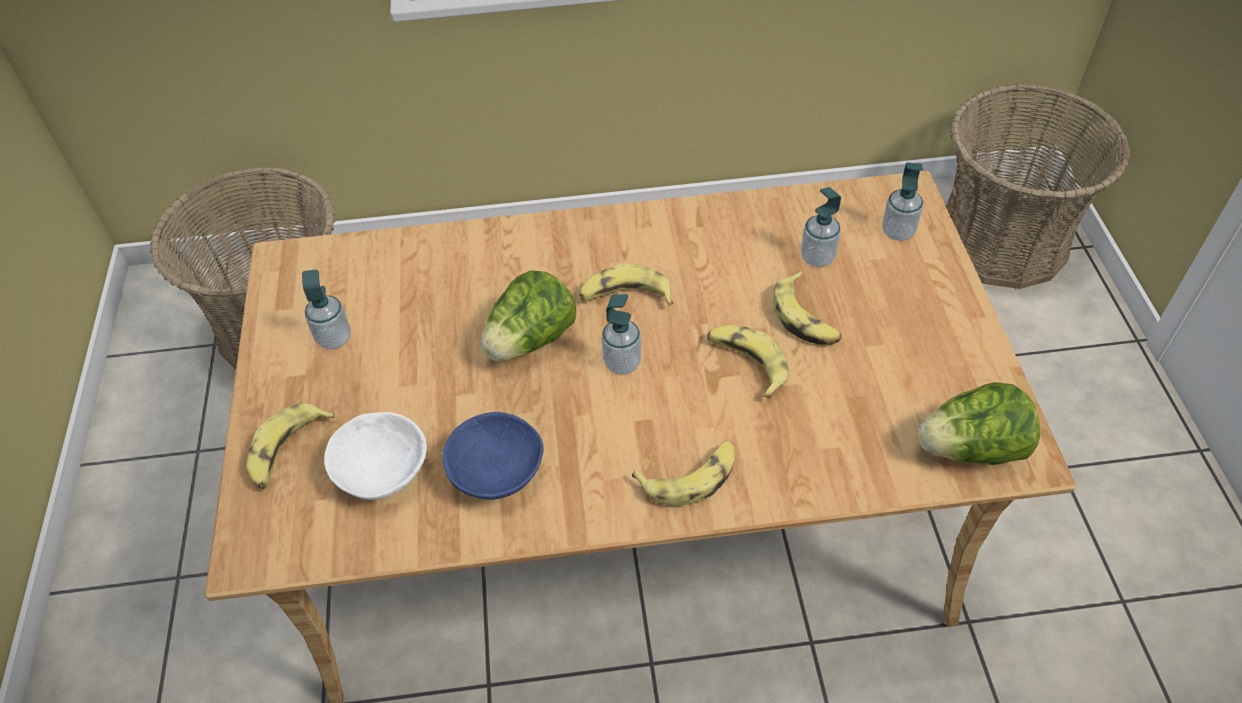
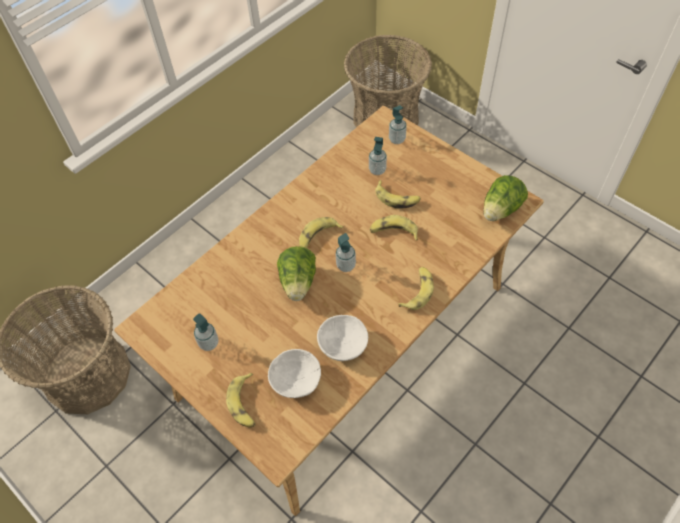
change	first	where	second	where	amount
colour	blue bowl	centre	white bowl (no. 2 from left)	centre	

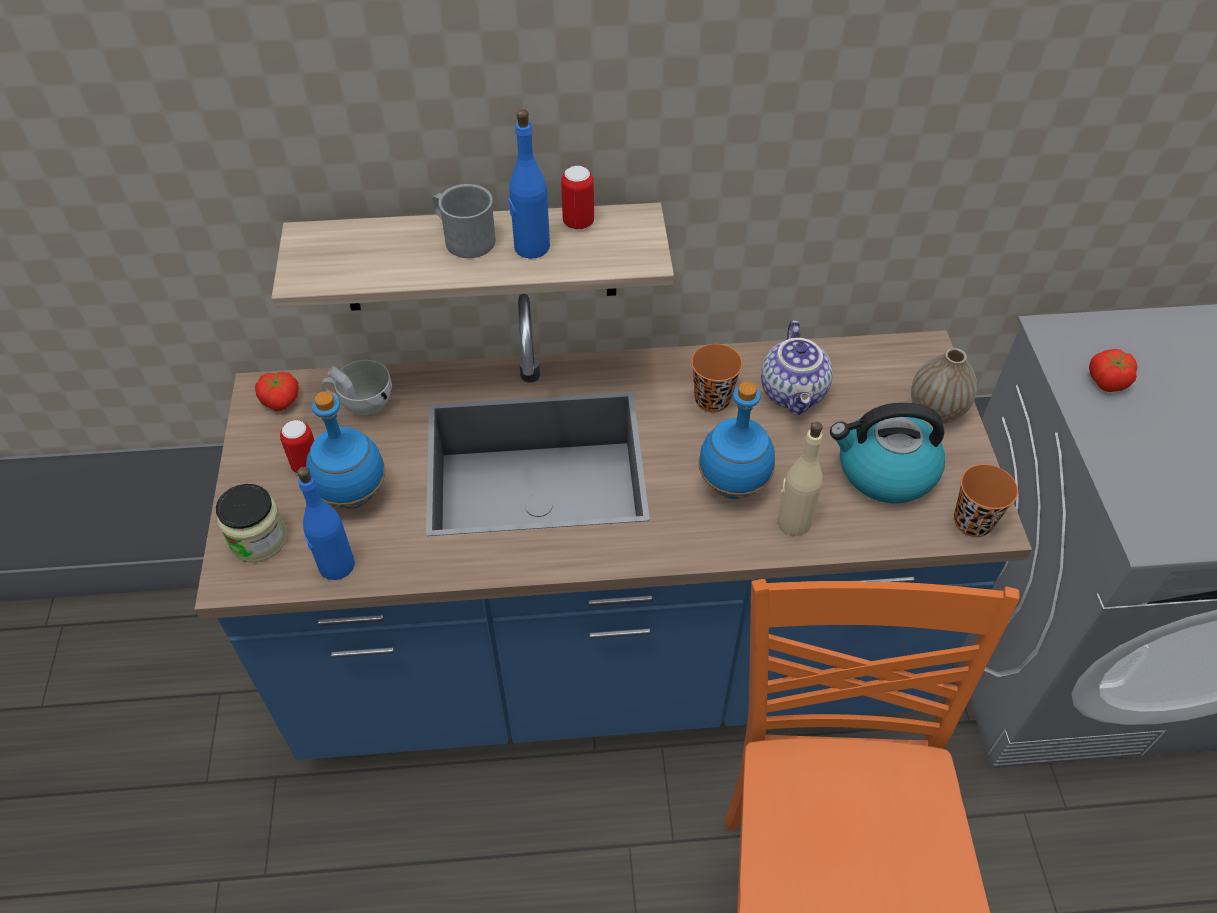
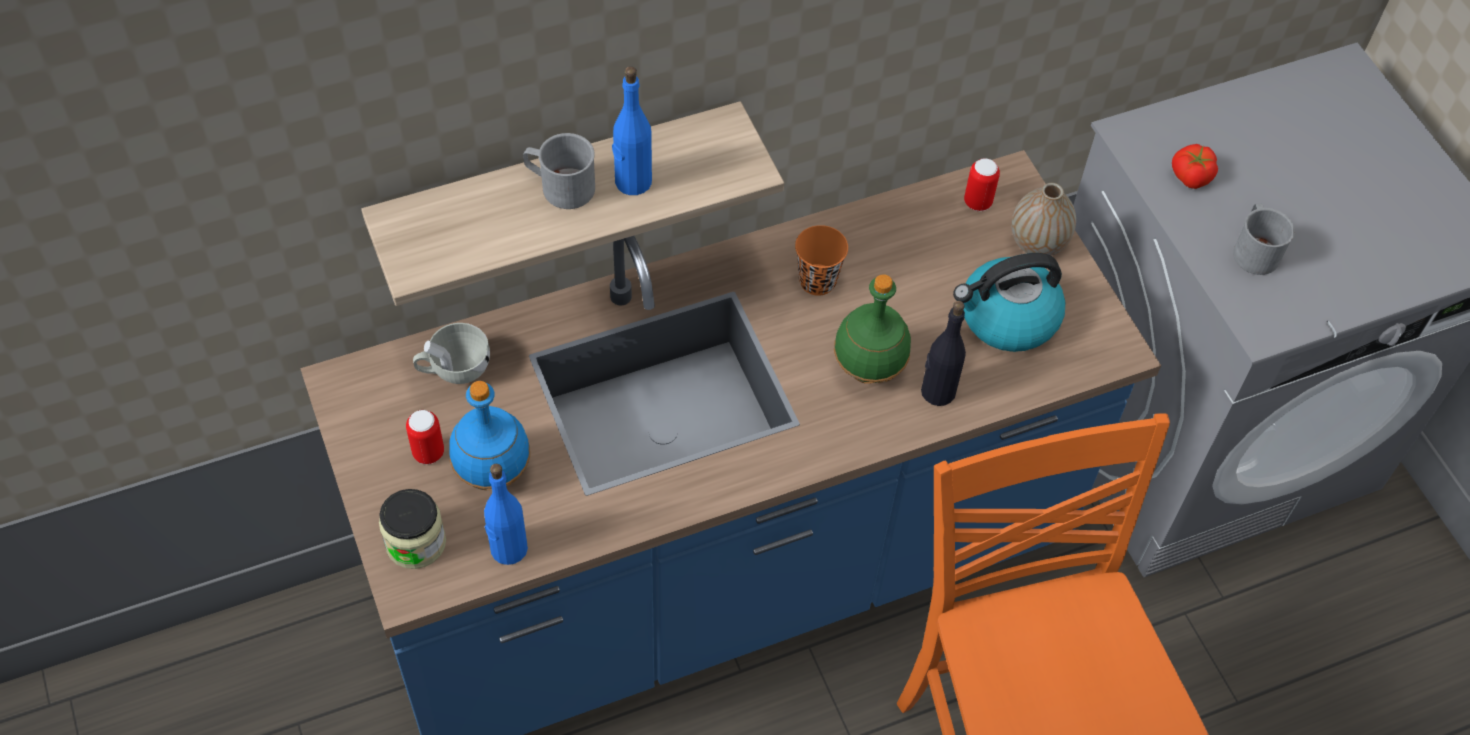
change	first	where	second	where	amount
colour	blue bottle (no. 4 from left)	centre	green-coloured bottle	centre	
colour	sand-coloured bottle	centre	blackish bottle	centre	
relocated	metal can (no. 2 from left)	top centre		top right	
appeared			gray mug (no. 2 from left)	top right	
missing	tomato (no. 1 from left)	middle left			
missing	pot for tea	centre			
missing	orangey cup (no. 2 from left)	middle right			

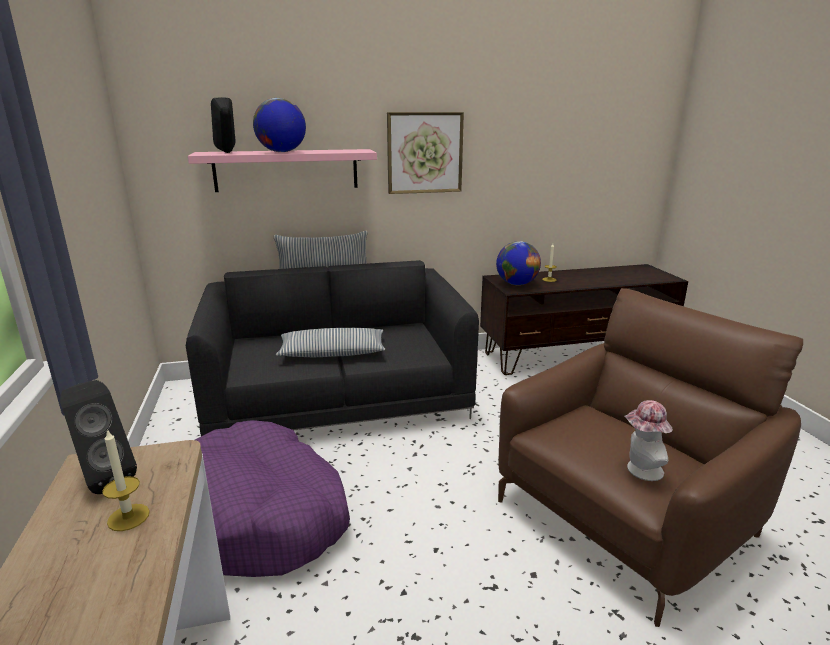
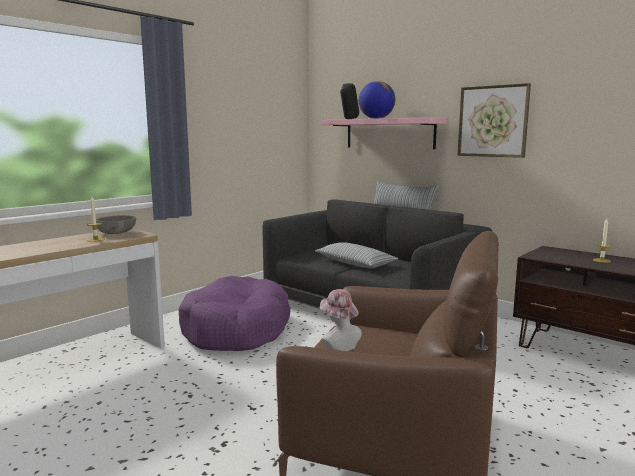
change	first	where	second	where	amount
exchanged	blackish speaker (no. 1 from left)	bottom left	gray bowl	middle left	
missing	globe (no. 2 from left)	centre			

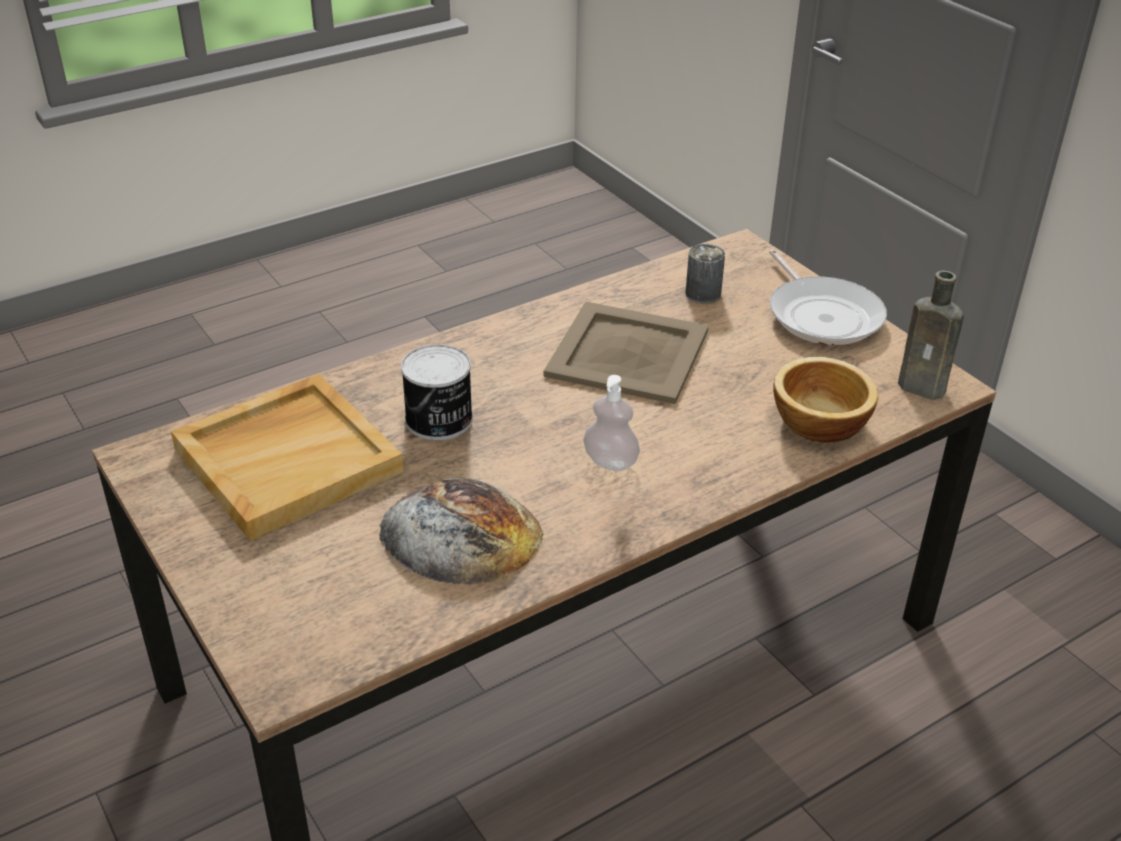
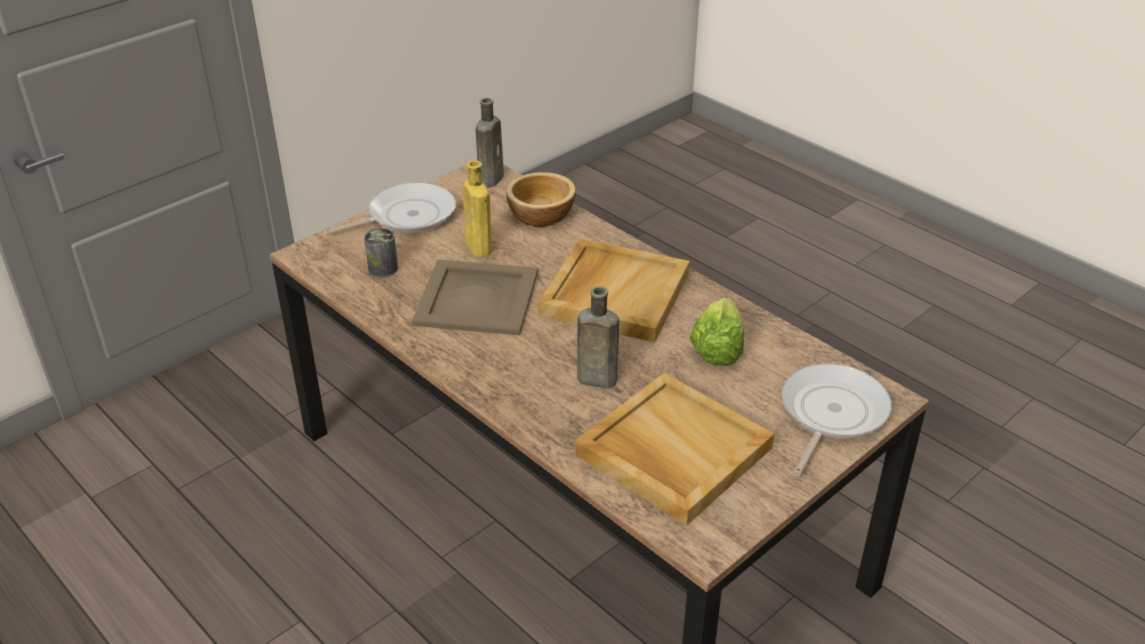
change	first	where	second	where	amount
appeared			yellow bottle	top centre	
exchanged	liquid soap bottle	centre	sand-coloured tray (no. 2 from left)	centre	
exchanged	metal can (no. 1 from left)	centre	brown-coloured bottle (no. 2 from left)	centre	
exchanged	baked bread	centre	lettuce	centre	
appeared			pan (no. 2 from left)	middle right	

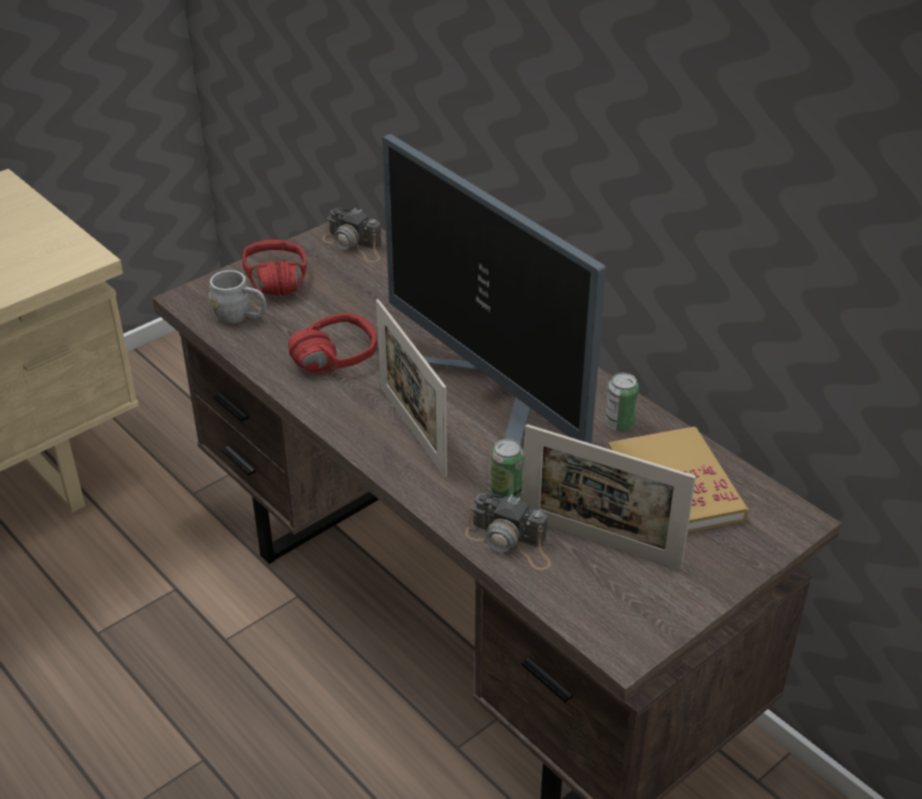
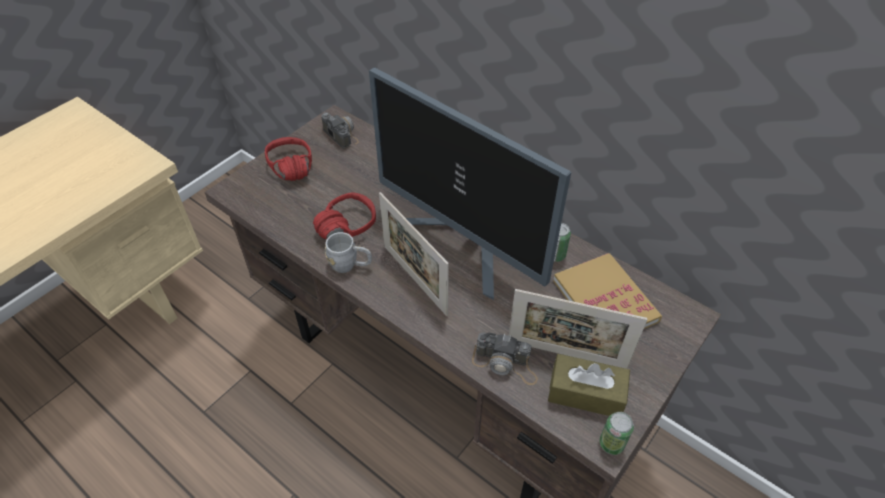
change	first	where	second	where	amount
spun	still camera (no. 1 from left)	top centre		top centre	150 degrees counterclockwise
relocated	gray mug	middle left		centre	
appeared			brown-coloured tissue box	bottom centre	
relocated	metal can (no. 1 from left in the first image)	centre	metal can (no. 2 from left)	bottom right	

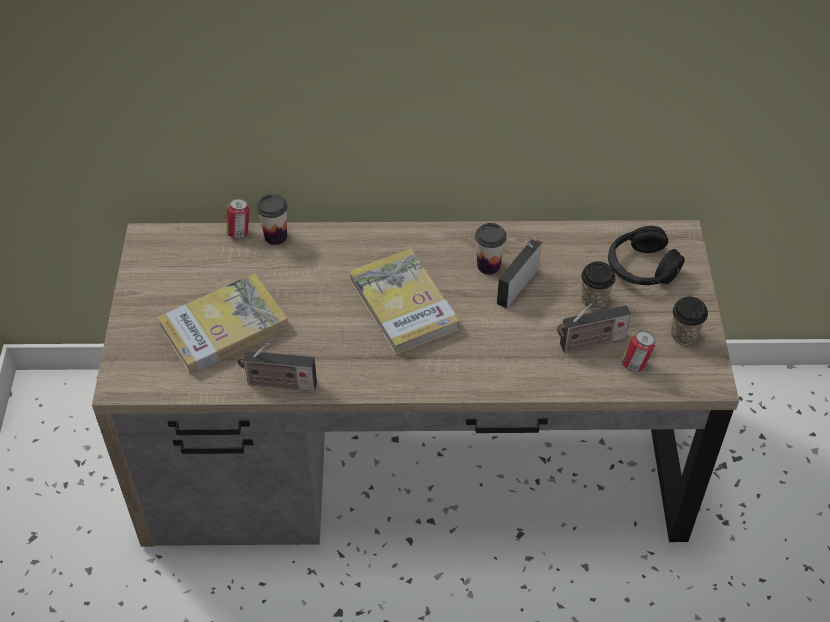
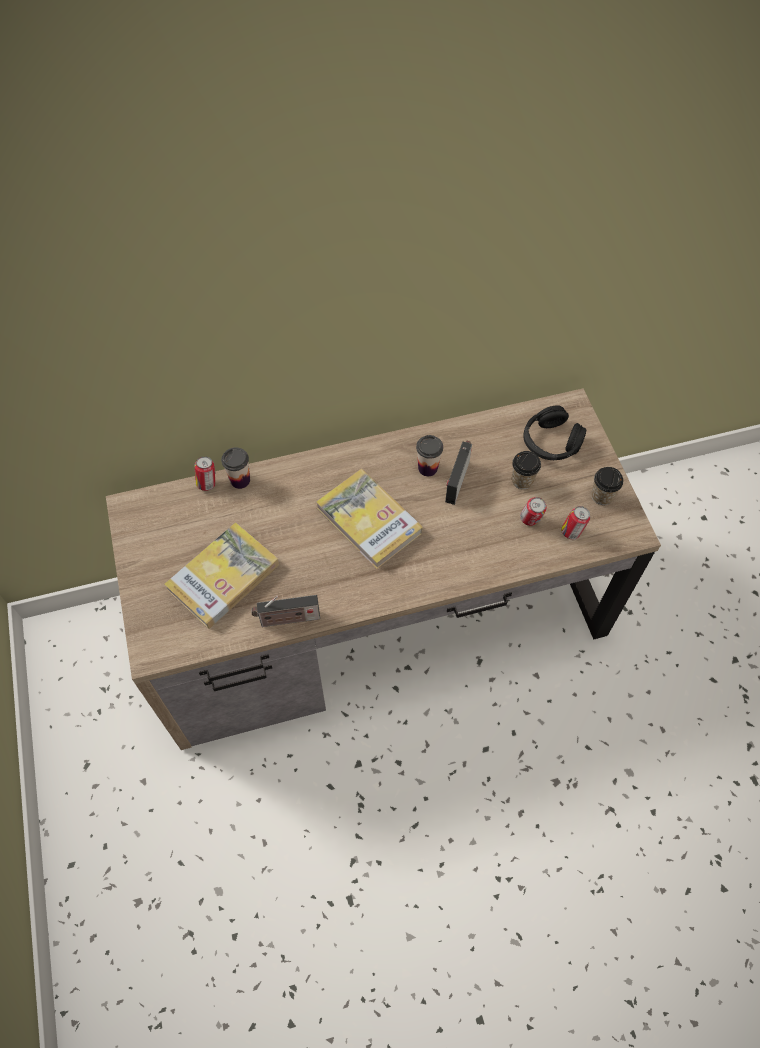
change	first	where	second	where	amount
exchanged	radio receiver (no. 3 from left)	middle right	metal can (no. 2 from left)	middle right	

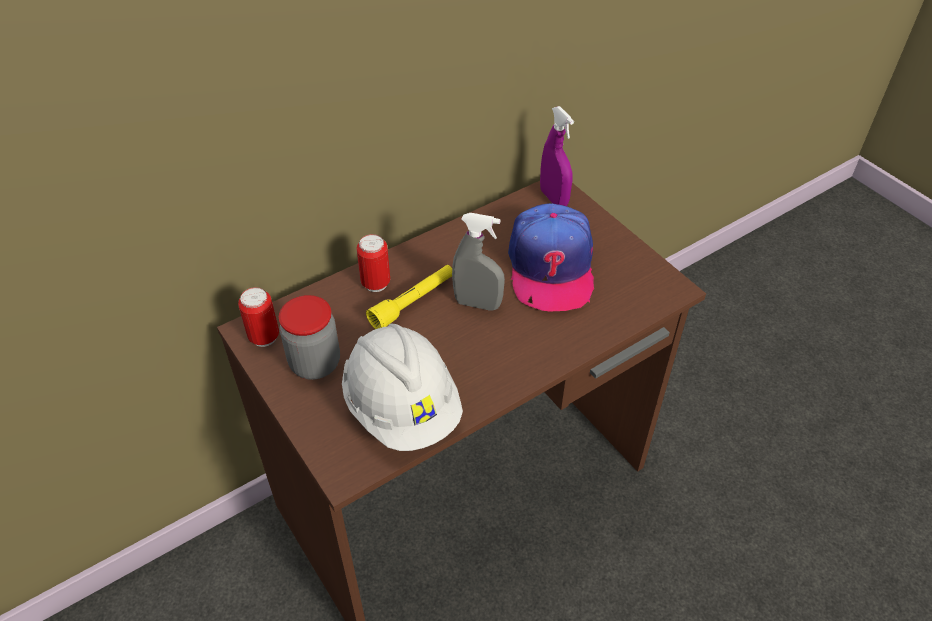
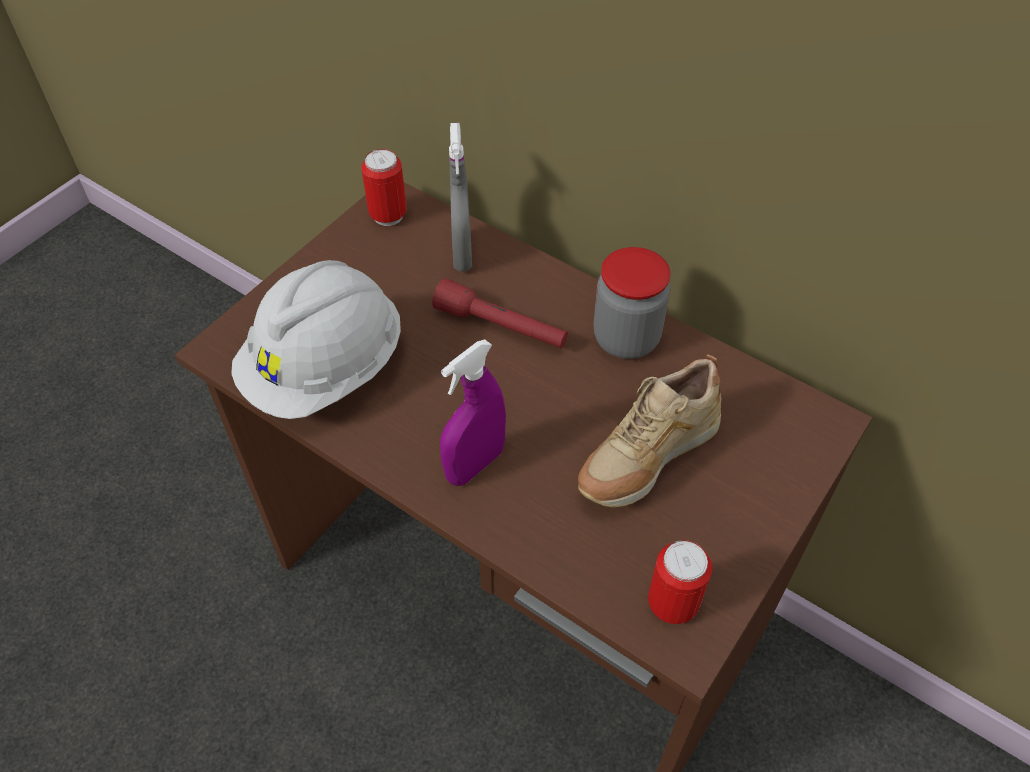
change	first	where	second	where	amount
colour	yellow hand torch	centre	red-coloured hand torch	centre	
relocated	purple-coloured spray bottle	top centre		centre	
relocated	gray spray bottle	centre		top centre	
exchanged	baseball cap	centre	sand-coloured low shoe	centre	
relocated	jar	middle left		centre	
relocated	metal can (no. 2 from left)	centre		bottom centre	

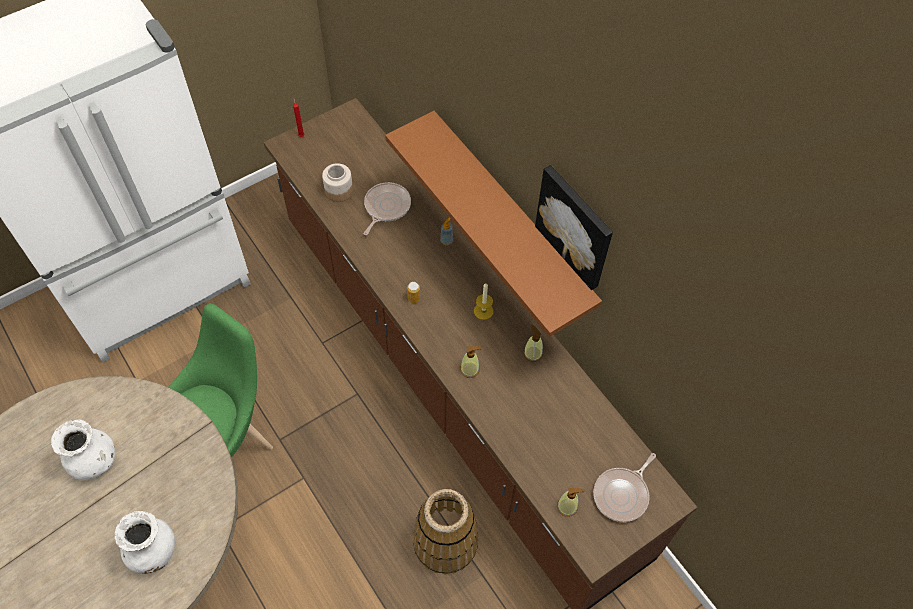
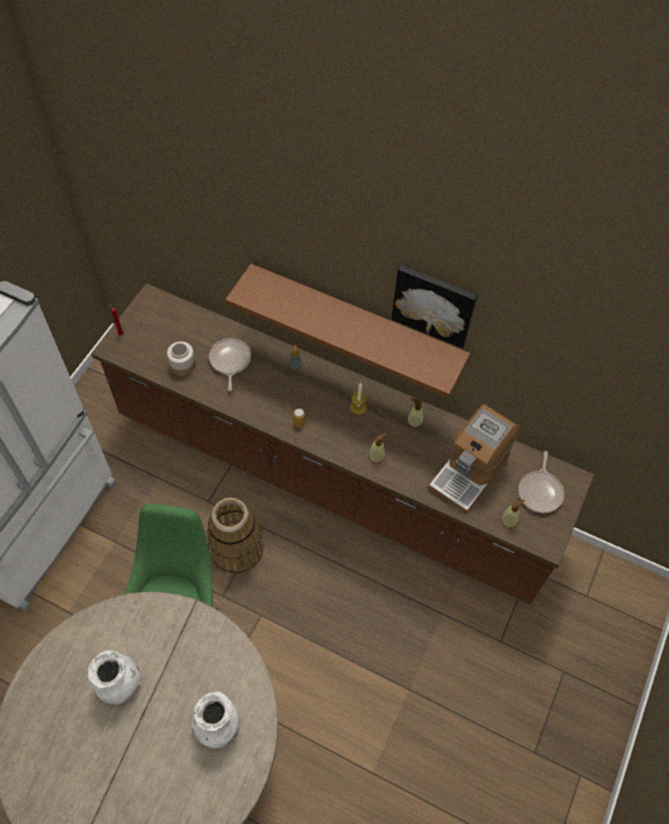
change	first	where	second	where	amount
relocated	household basket	bottom centre		centre	
appeared			coffee brewer	middle right	

